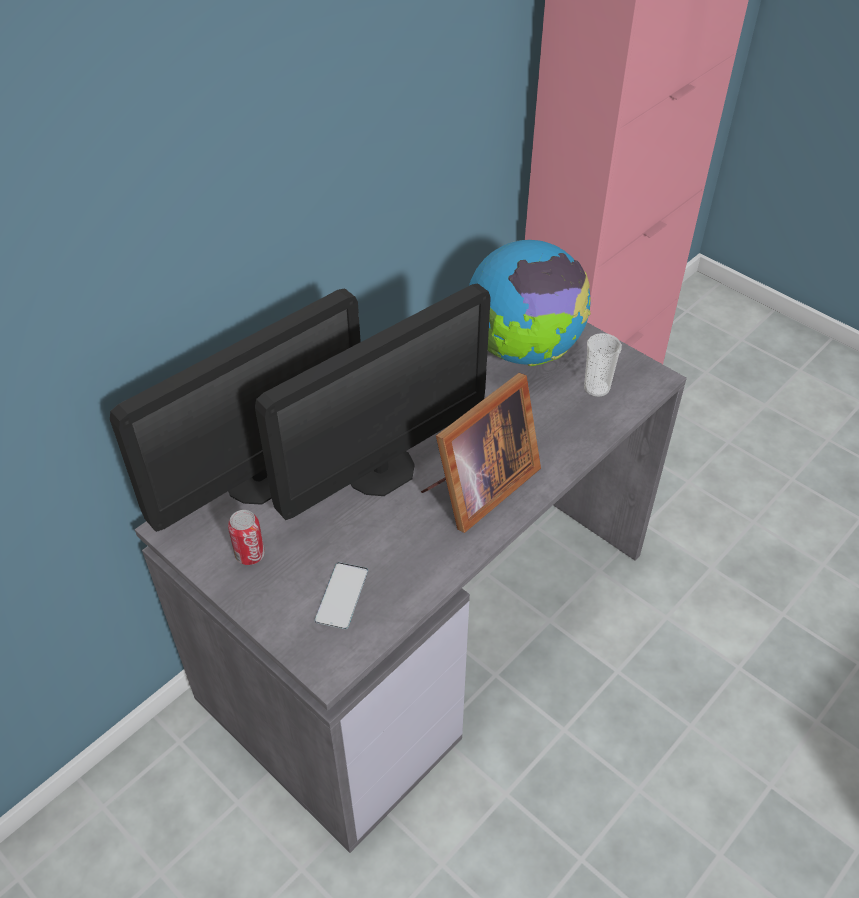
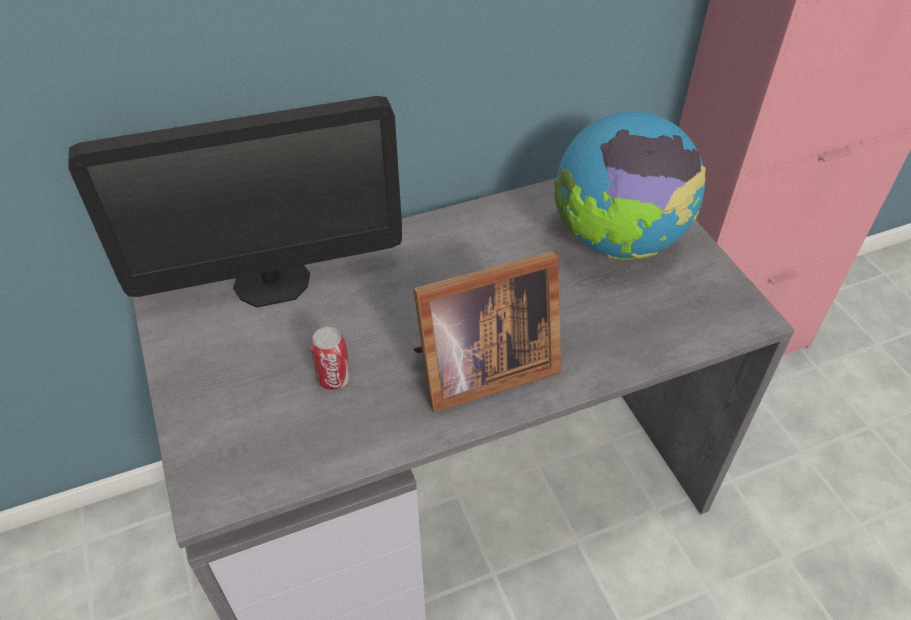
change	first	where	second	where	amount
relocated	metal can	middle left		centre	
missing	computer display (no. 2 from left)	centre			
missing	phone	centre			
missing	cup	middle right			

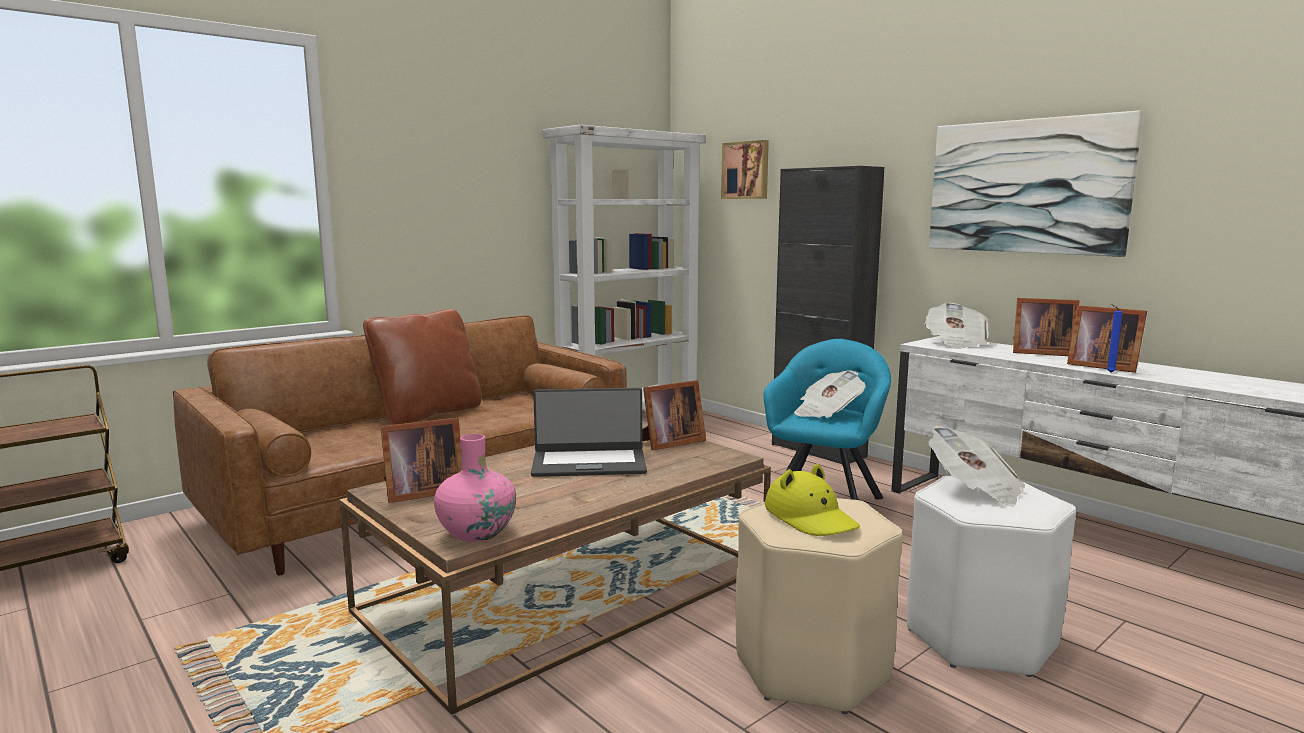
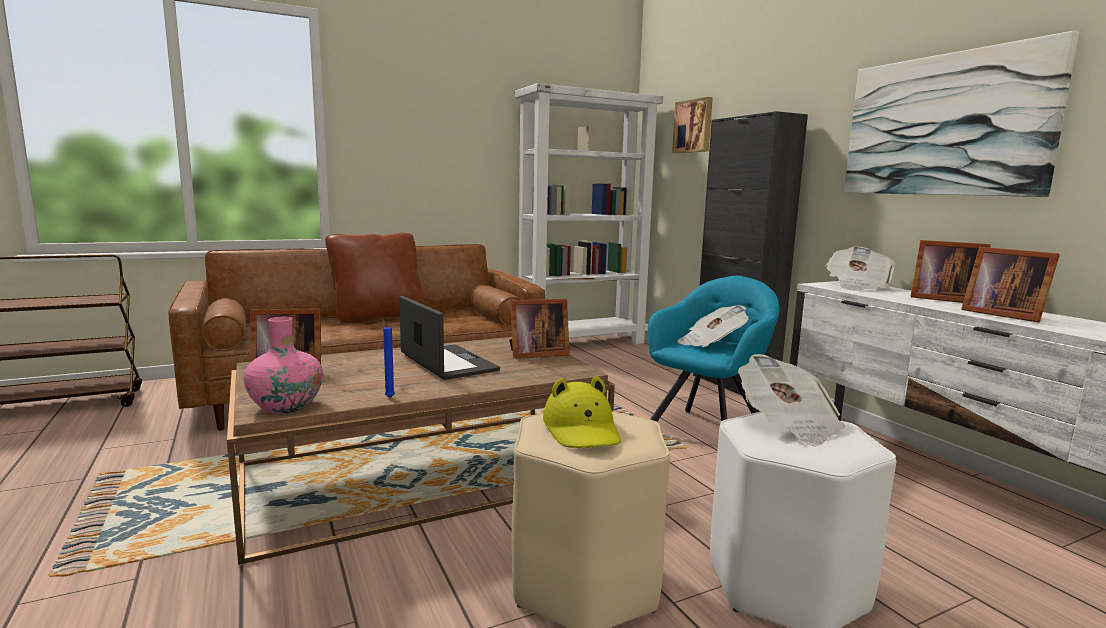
change	first	where	second	where	amount
relocated	blue wax candle	middle right		centre	
spun	laptop	centre		centre	135 degrees counterclockwise

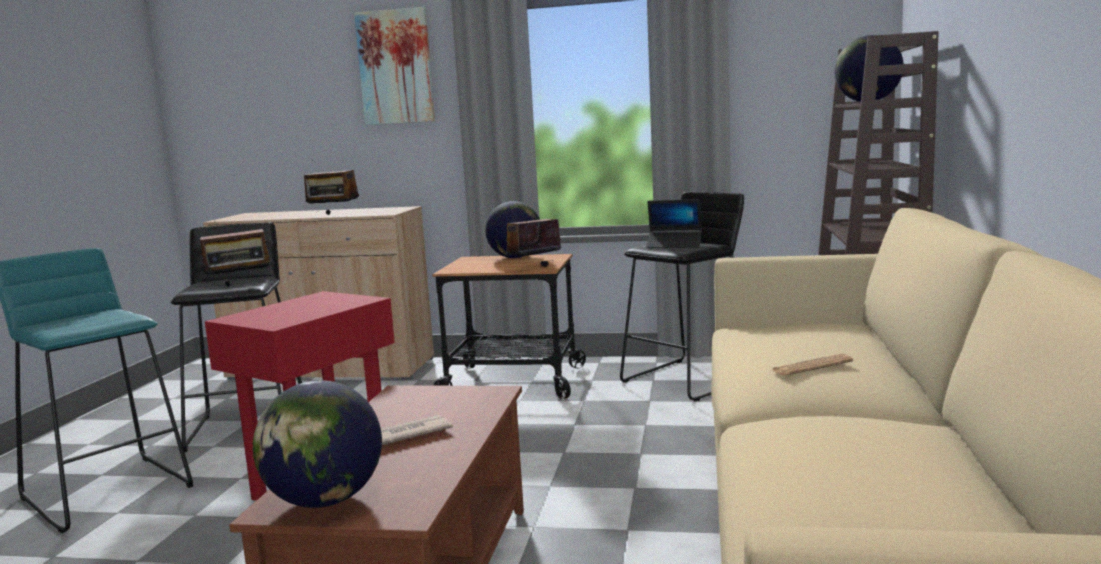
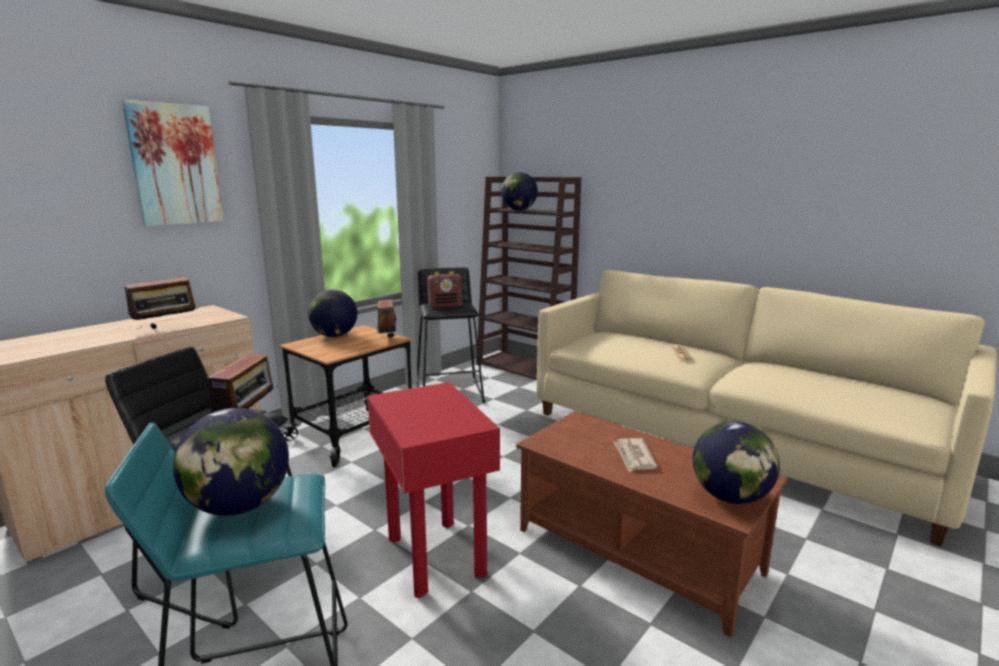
change	first	where	second	where	amount
appeared			globe (no. 1 from left)	bottom left	
exchanged	laptop	centre	radio receiver (no. 4 from left)	centre	

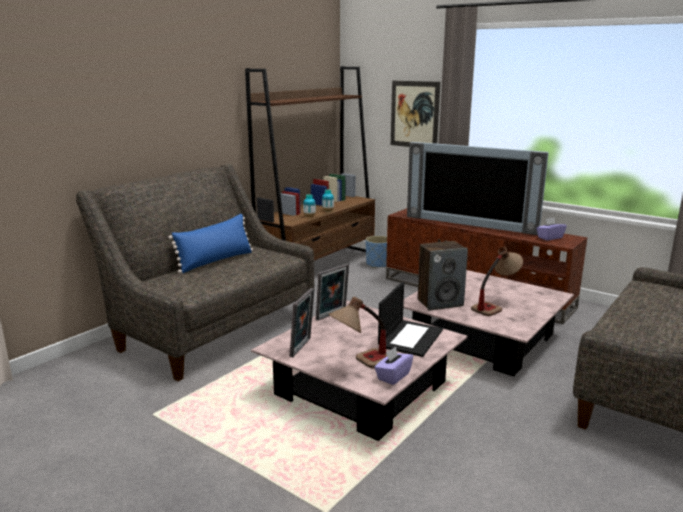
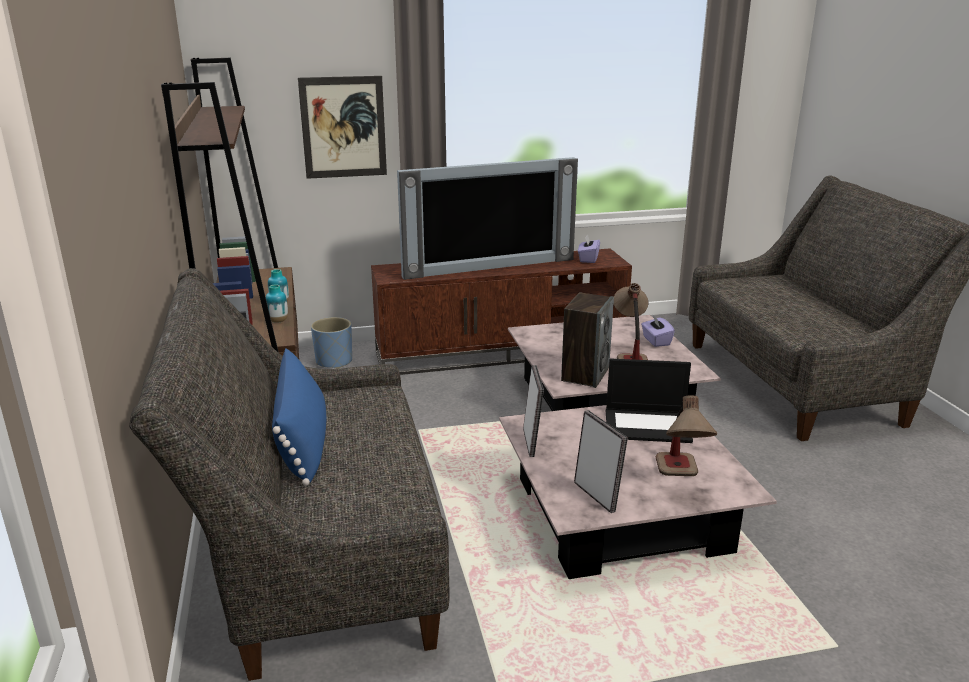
change	first	where	second	where	amount
spun	laptop	centre		middle right	120 degrees clockwise
relocated	purple-coloured tissue box (no. 1 from left in the first image)	bottom centre	purple-coloured tissue box (no. 2 from left)	middle right	

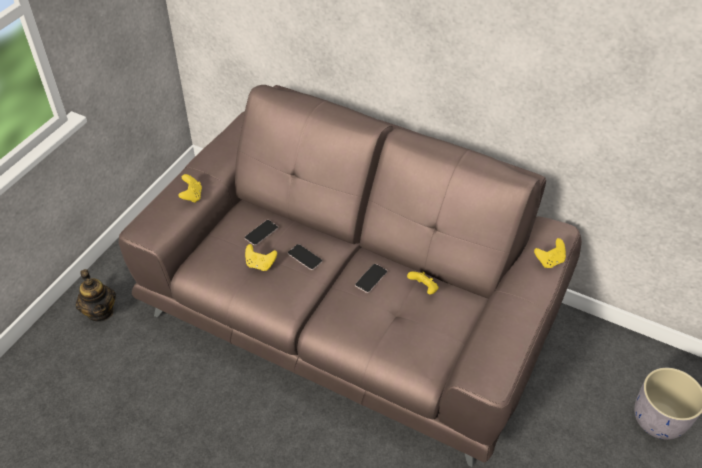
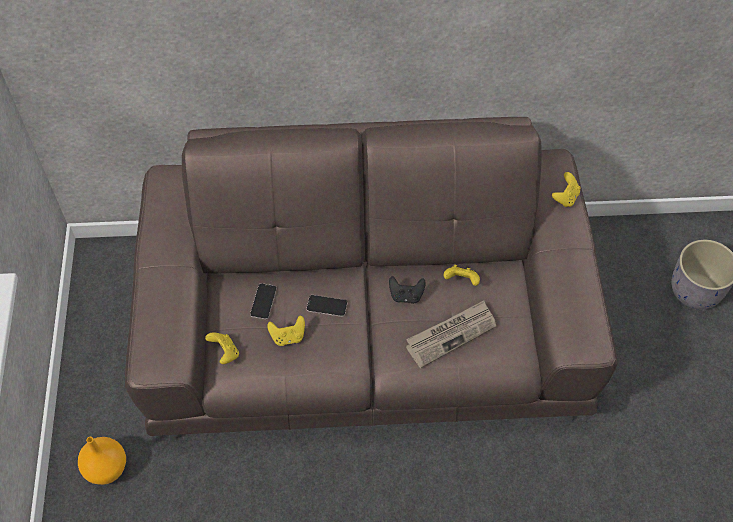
change	first	where	second	where	amount
exchanged	pot for tea	middle left	orangey decorative vase	bottom left	
relocated	yellow joypad (no. 1 from left)	middle left		bottom left	
exchanged	phone (no. 3 from left)	centre	blackish joypad	centre	
appeared			newspaper	centre	

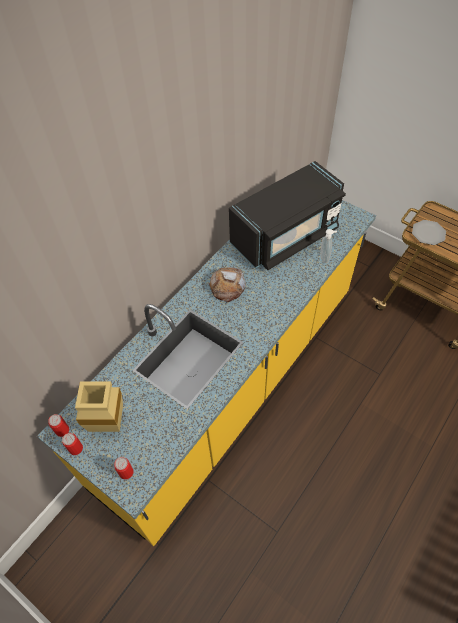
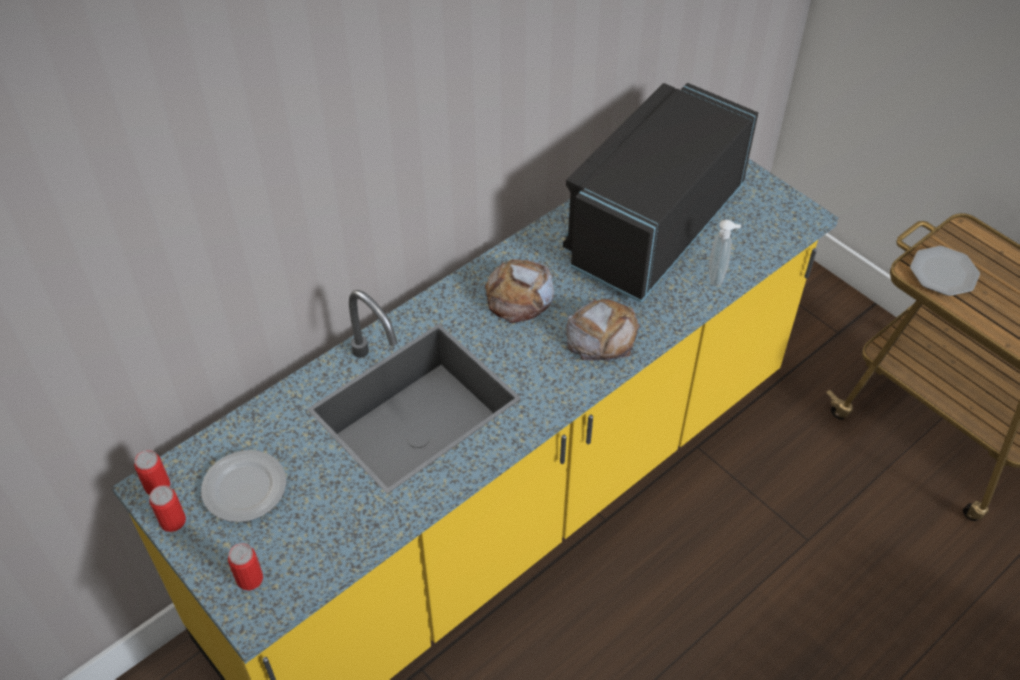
change	first	where	second	where	amount
exchanged	sand-coloured decorative vase	middle left	plate (no. 1 from left)	bottom left	
spun	blackish kitchen microwave	centre		top centre	150 degrees clockwise
appeared			baked bread (no. 2 from left)	centre	

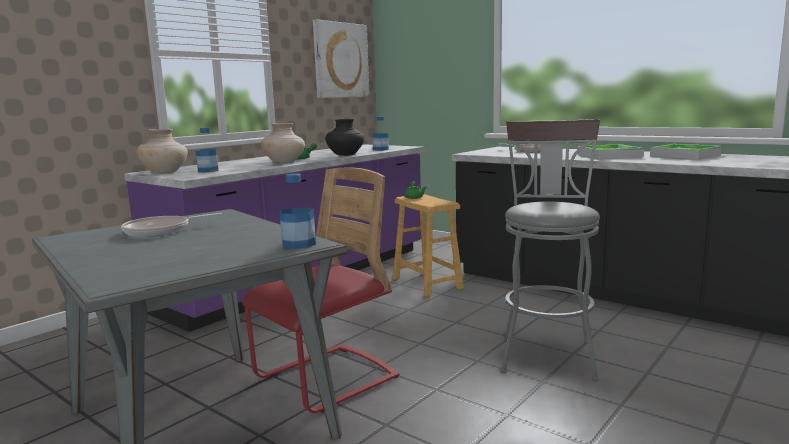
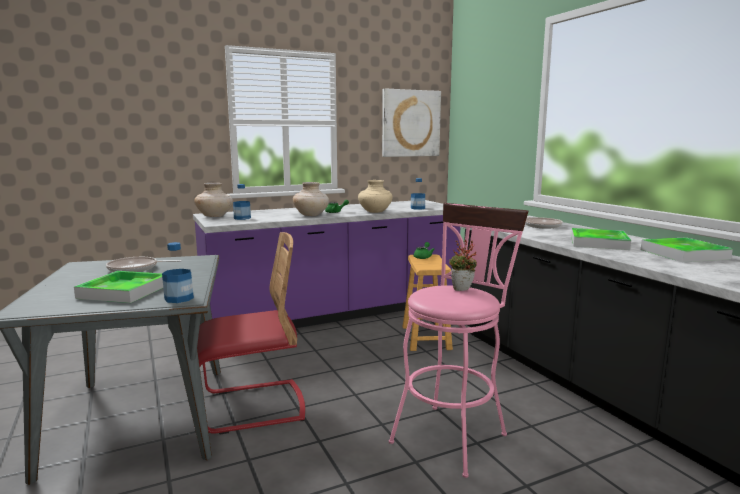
change	first	where	second	where	amount
appeared			tray (no. 1 from left)	middle left	
colour	blackish decorative vase	top centre	sand-coloured decorative vase (no. 3 from left)	centre	
colour	gray stool seat	middle right	pinkish stool seat	bottom centre	
appeared			potted plant	centre	

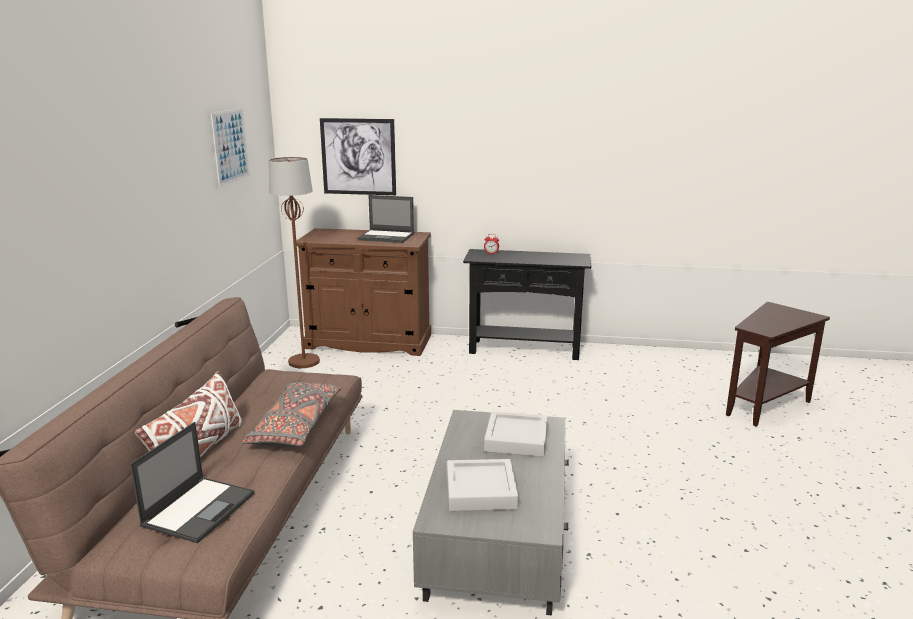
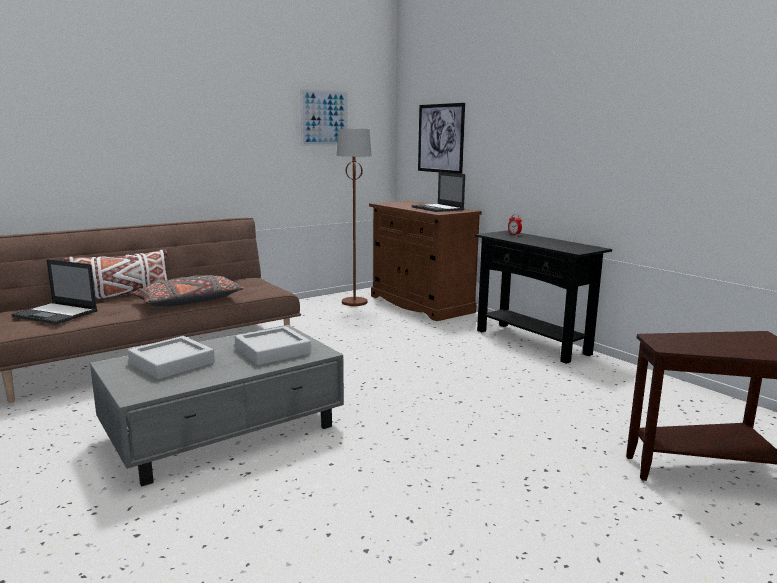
change	first	where	second	where	amount
spun	laptop (no. 1 from left)	bottom left		middle left	45 degrees clockwise

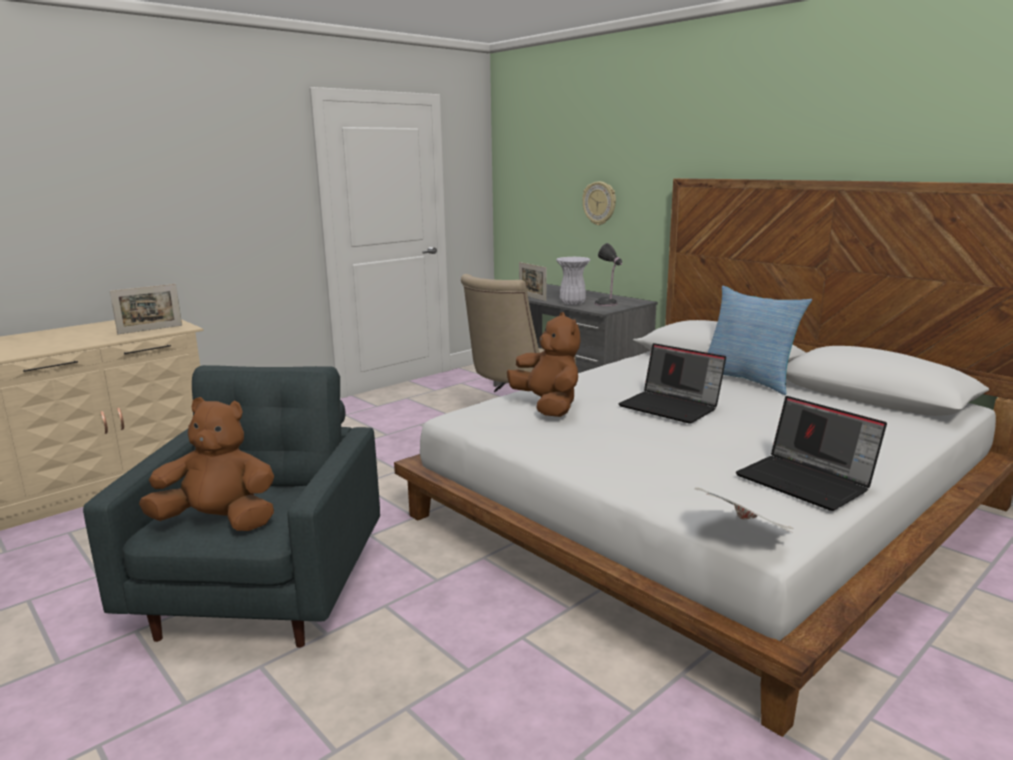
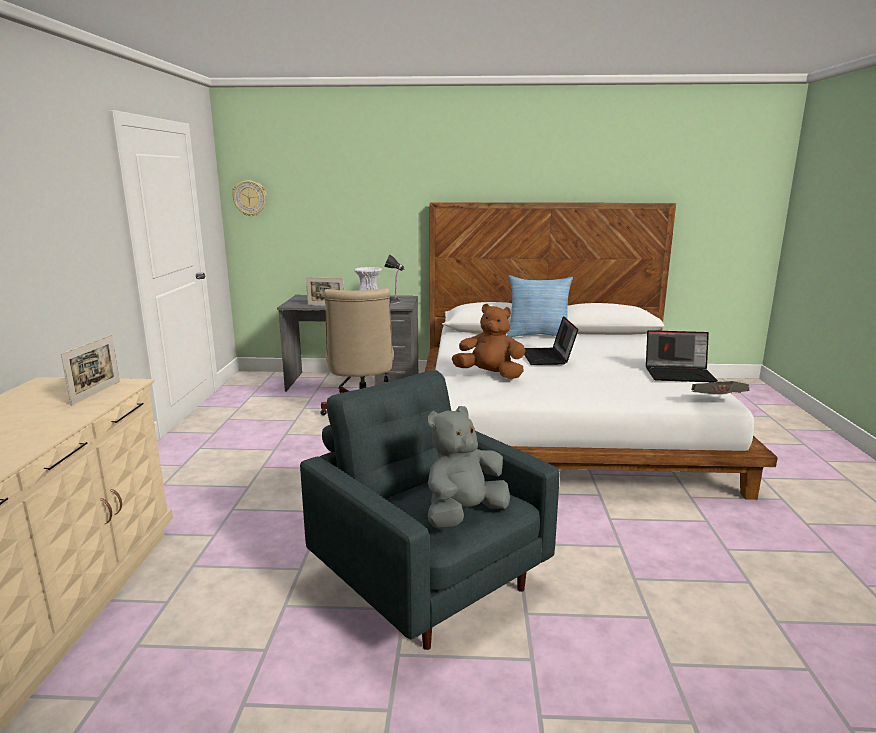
change	first	where	second	where	amount
relocated	hanging clock	top centre		top left	
colour	brown-coloured soft toy (no. 1 from left)	middle left	gray soft toy	centre	
spun	laptop (no. 1 from left)	centre		centre	90 degrees clockwise

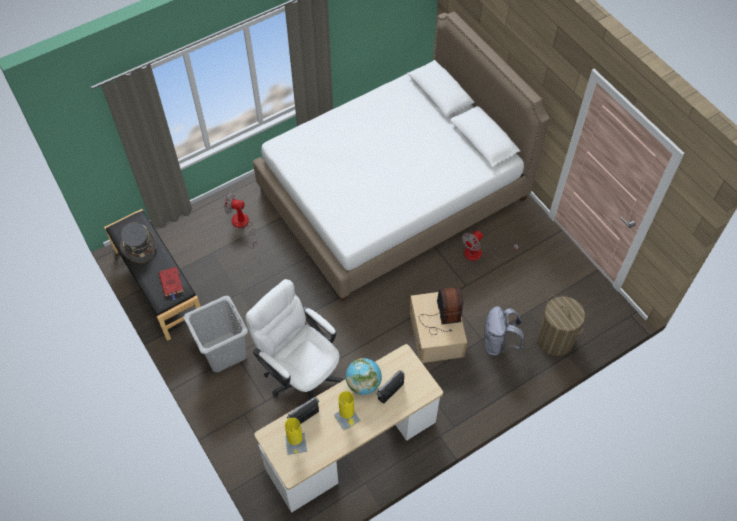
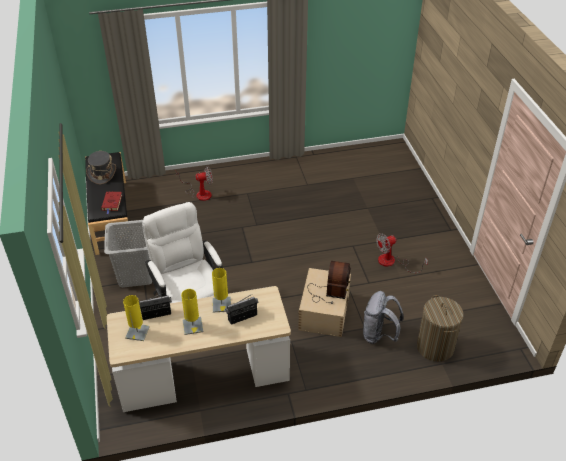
change	first	where	second	where	amount
spun	fan (no. 1 from left)	middle left		centre	135 degrees clockwise
exchanged	globe	bottom centre	yellow lamp for a table (no. 3 from left)	centre	
missing	white bedroom bed	top centre			

